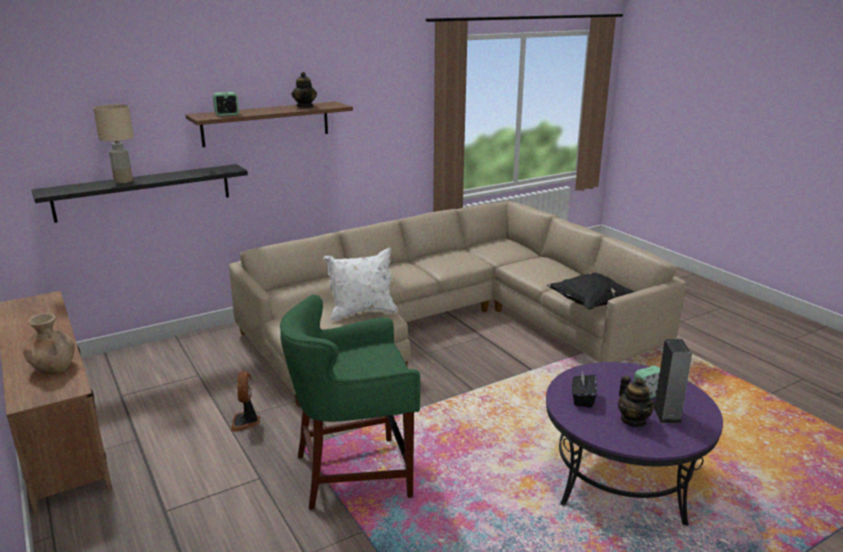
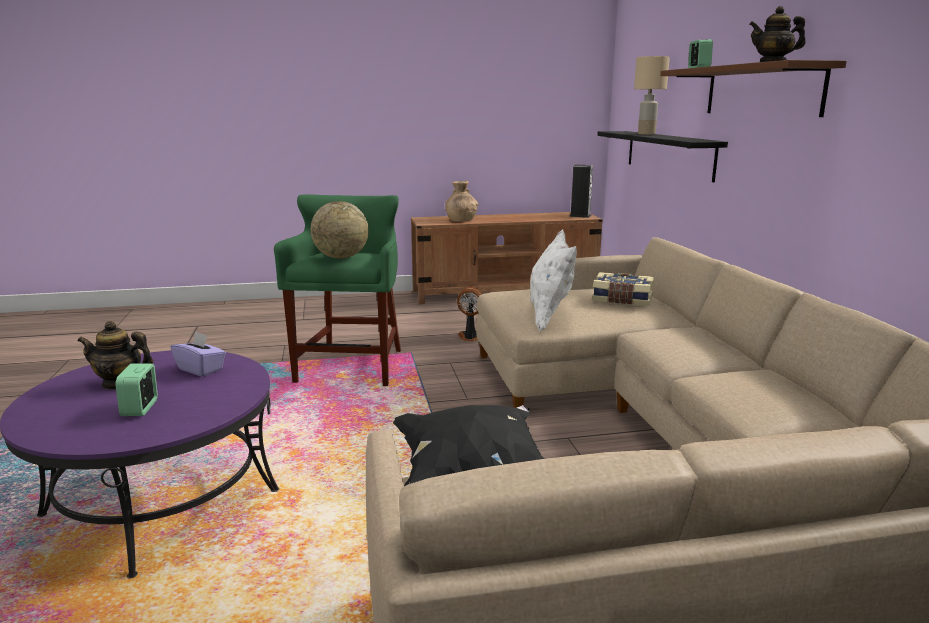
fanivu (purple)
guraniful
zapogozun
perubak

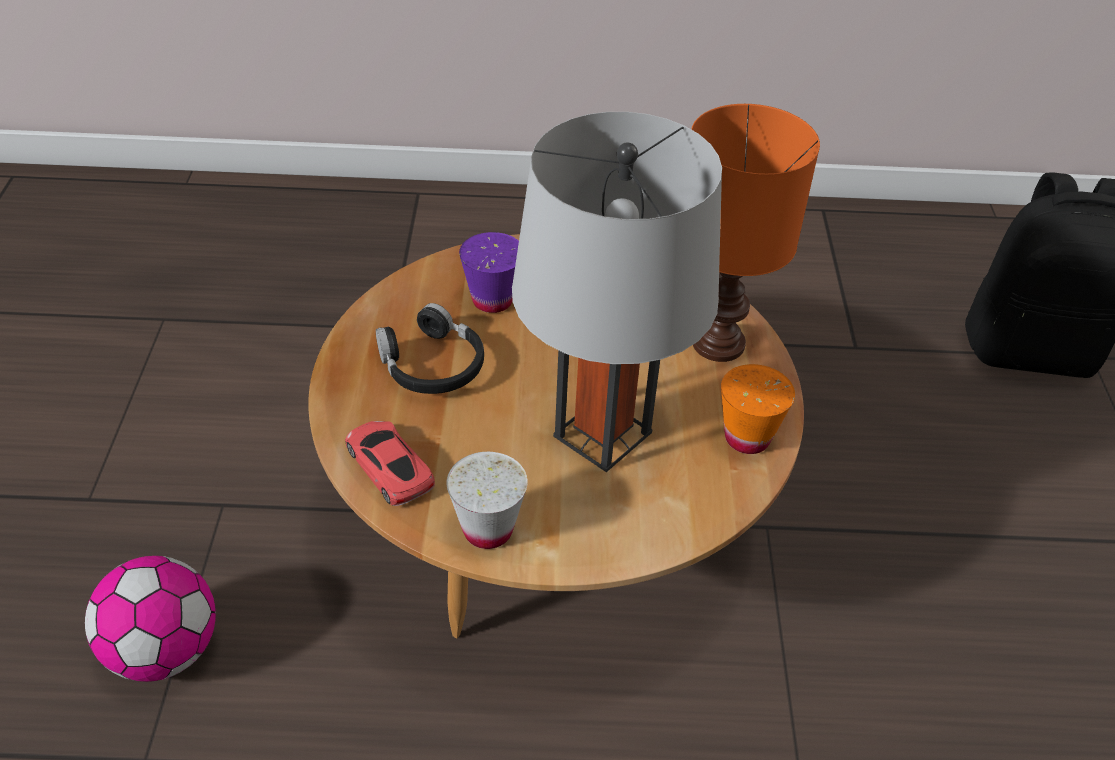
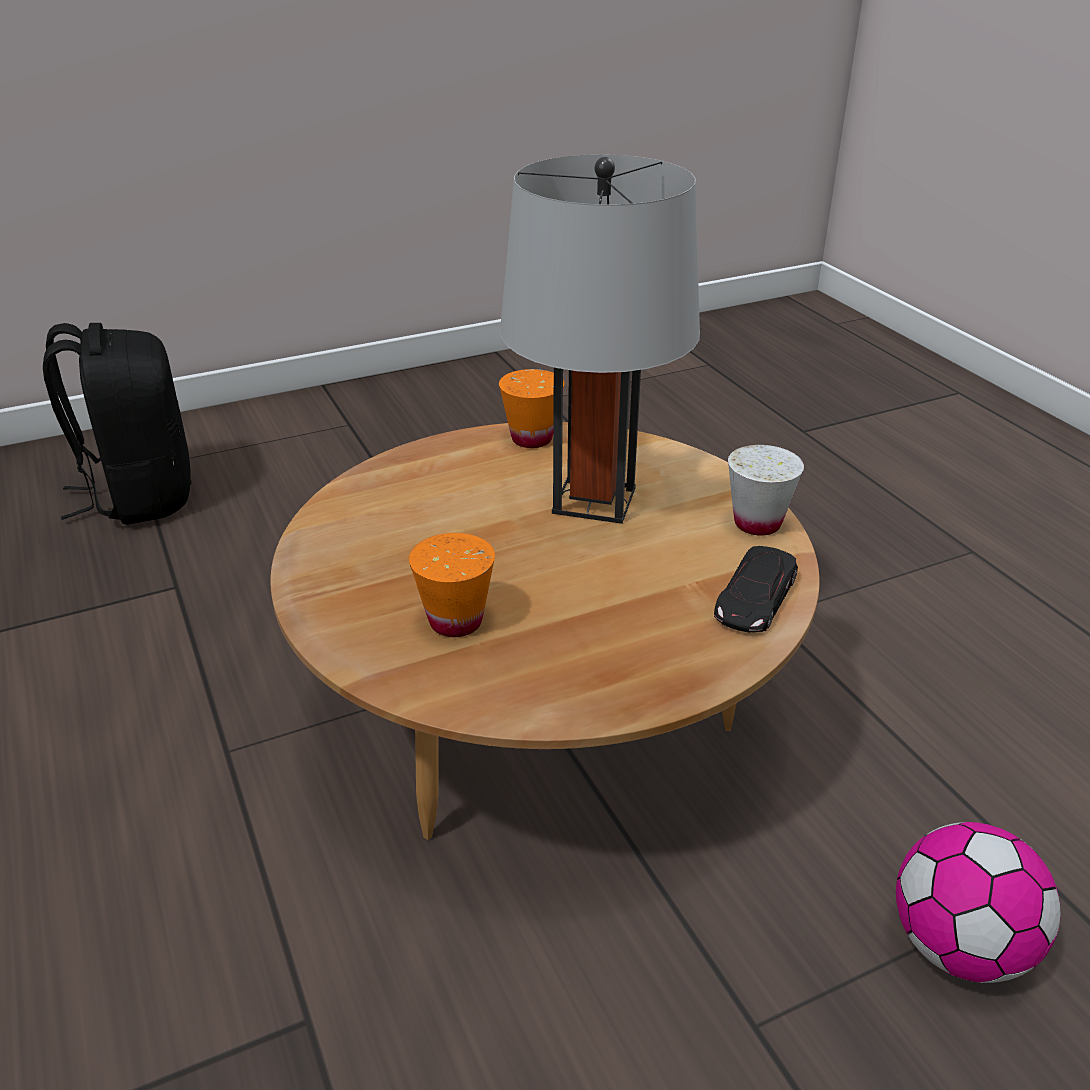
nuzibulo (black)
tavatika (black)
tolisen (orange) (1st from left)
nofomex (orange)

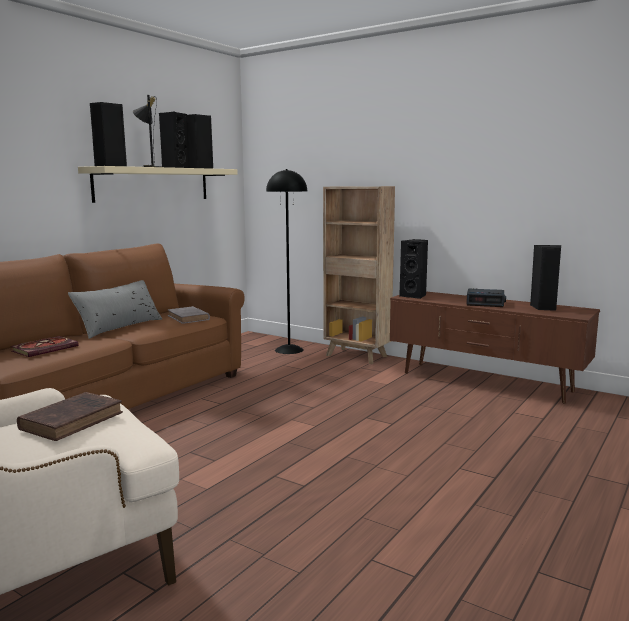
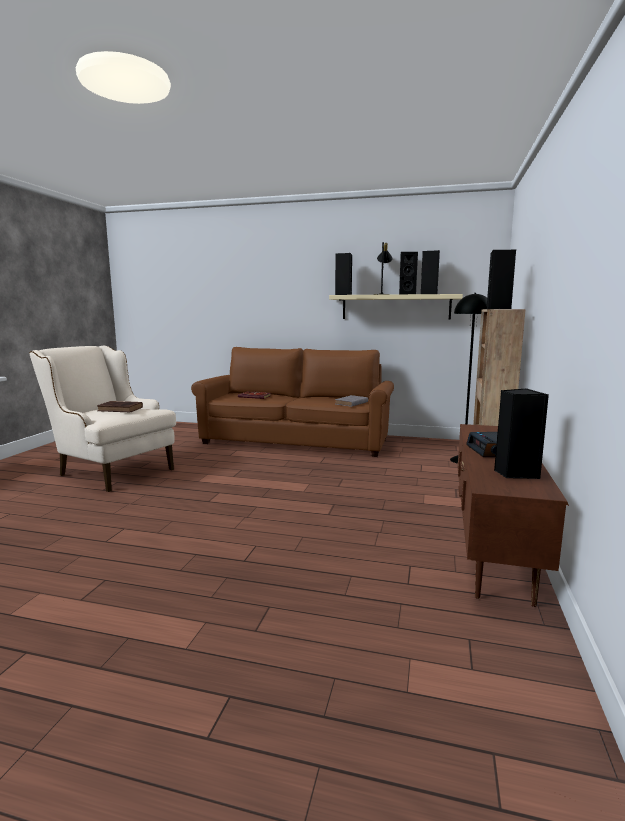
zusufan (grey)
guraniful (black) (4th from left)

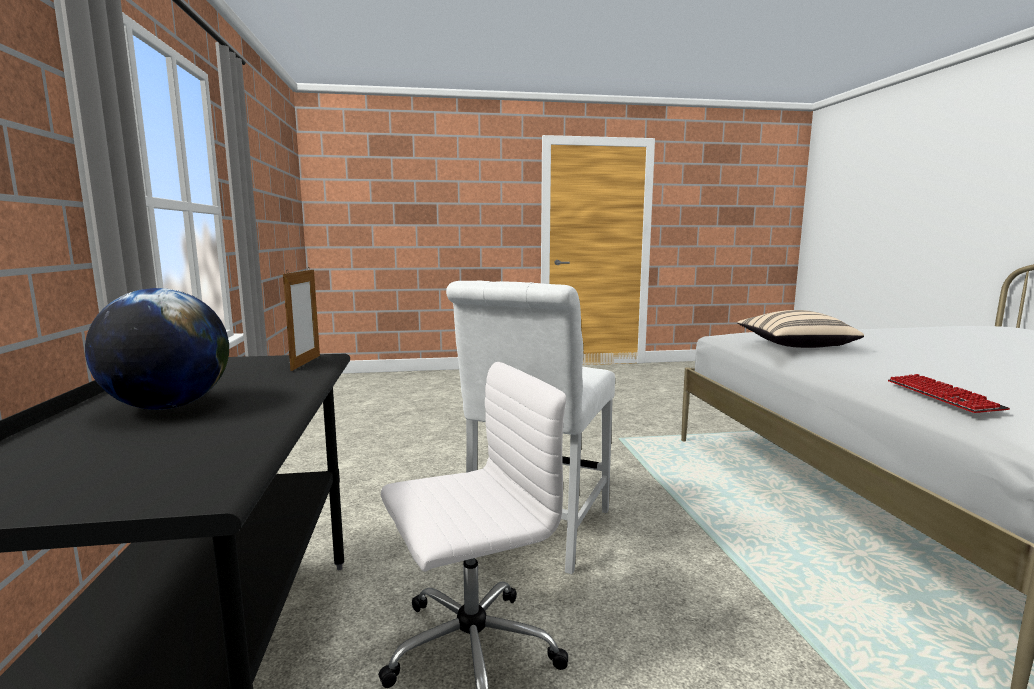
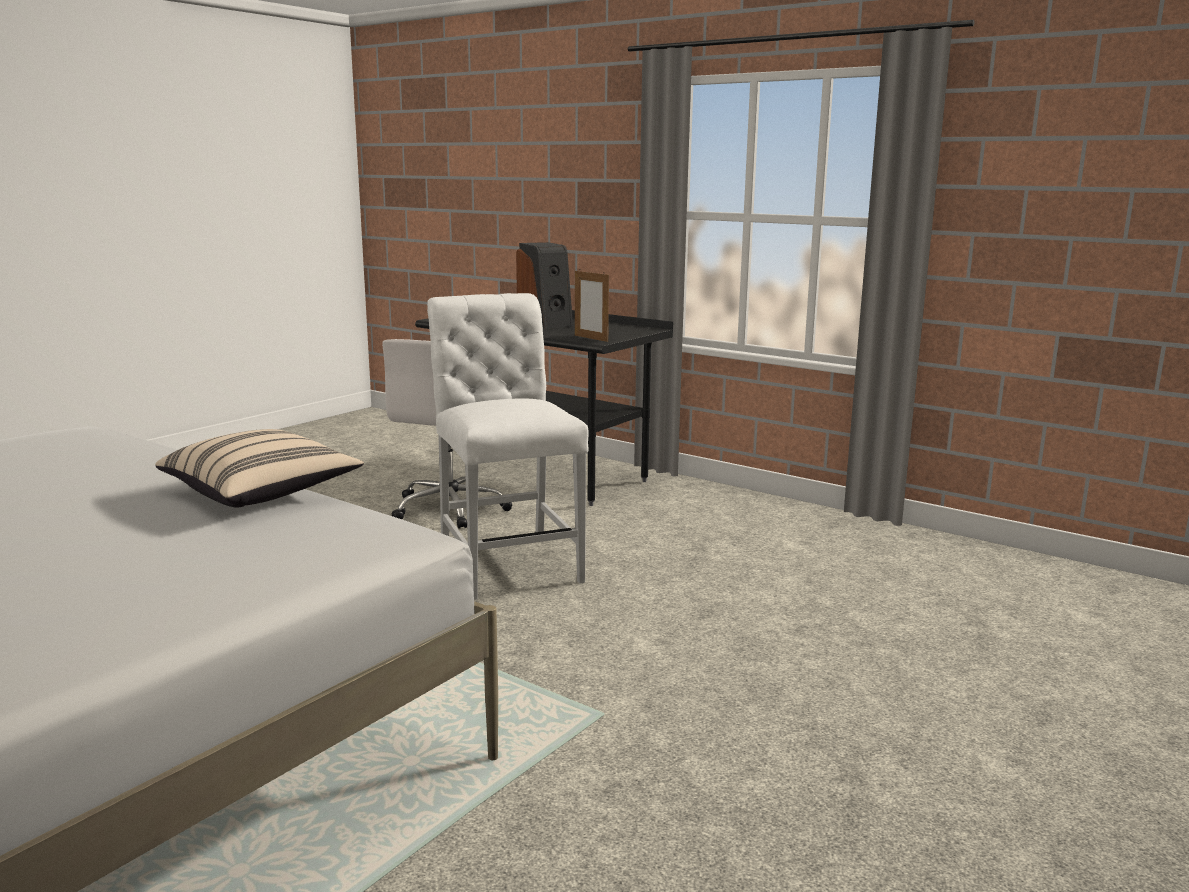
guraniful
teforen

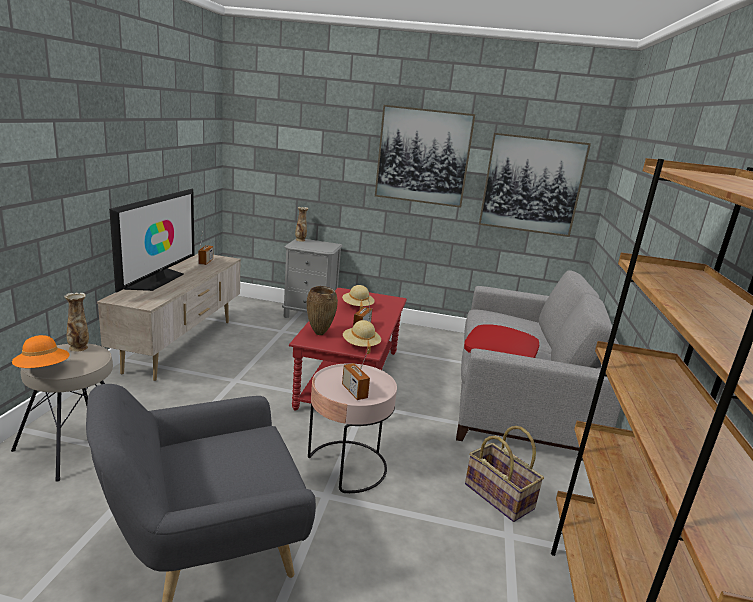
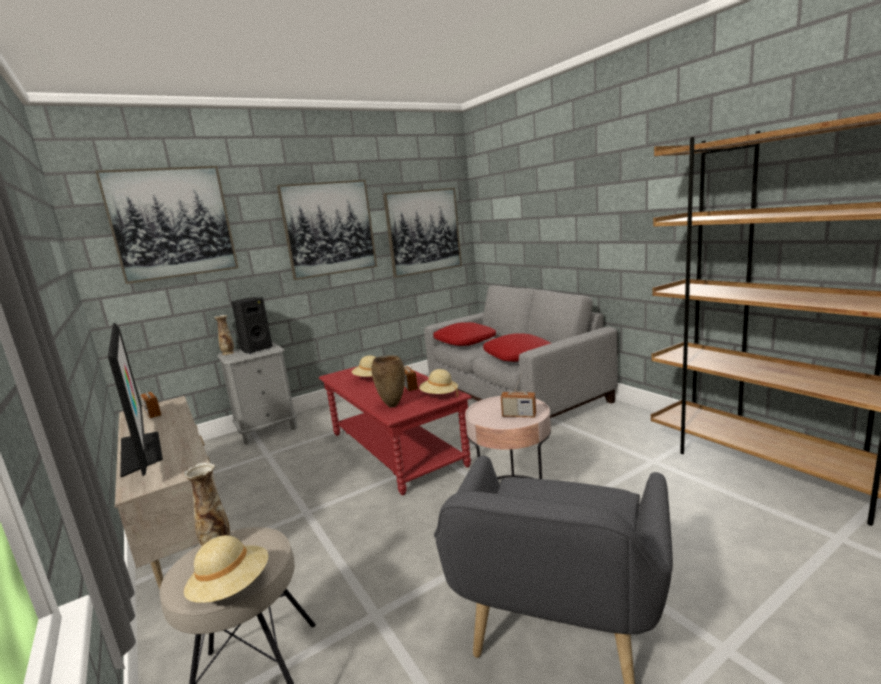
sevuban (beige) (1st from left)
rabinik
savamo (1st from left)
guraniful (black)
zusufan (red) (1st from left)

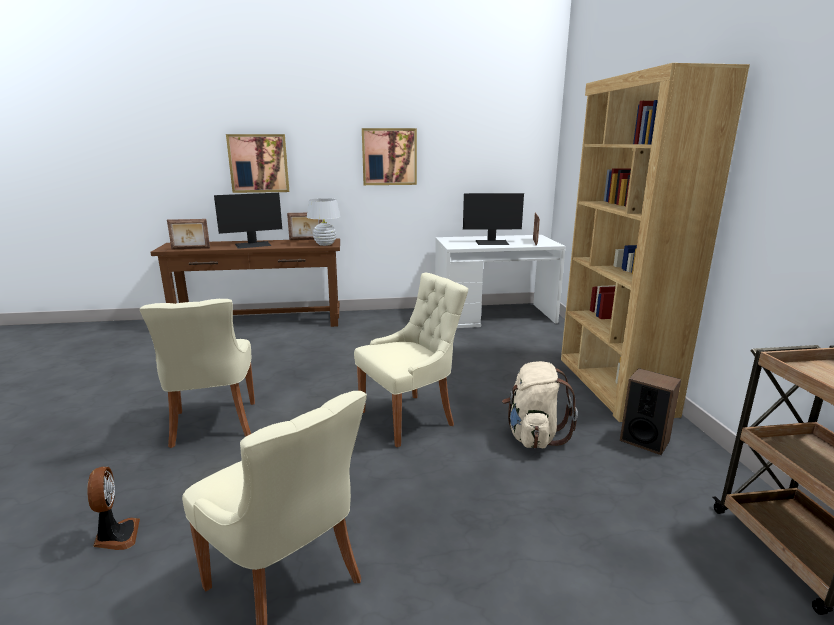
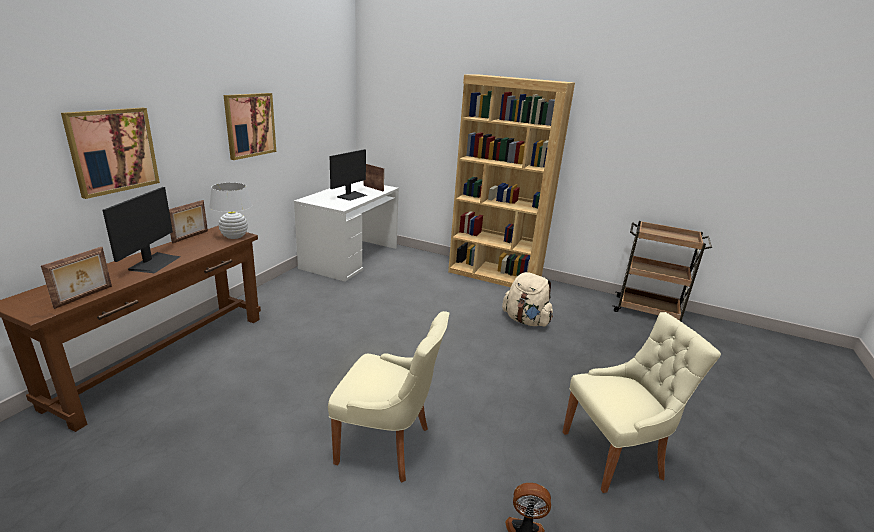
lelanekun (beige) (3rd from left in the first image)
guraniful

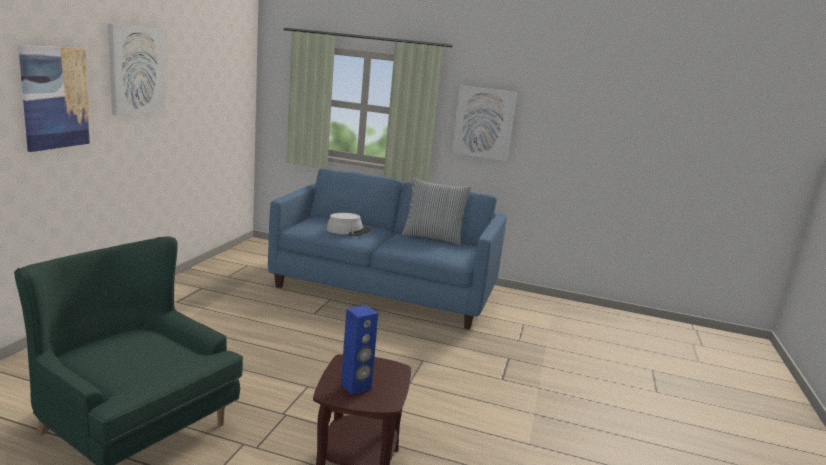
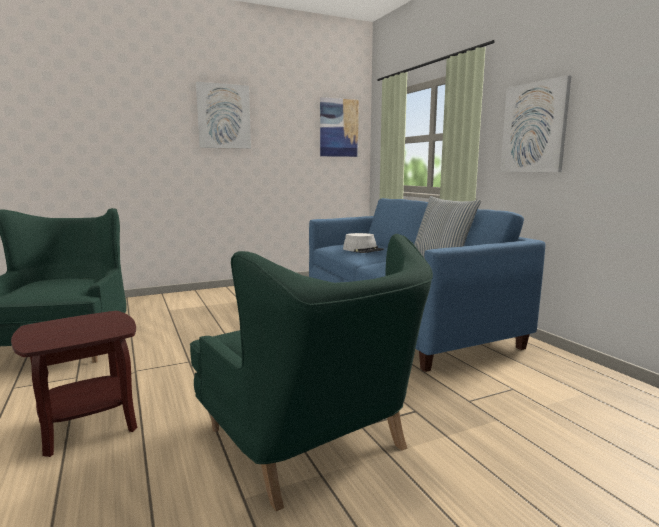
savamo (2nd from left)
guraniful (blue)
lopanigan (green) (2nd from left)

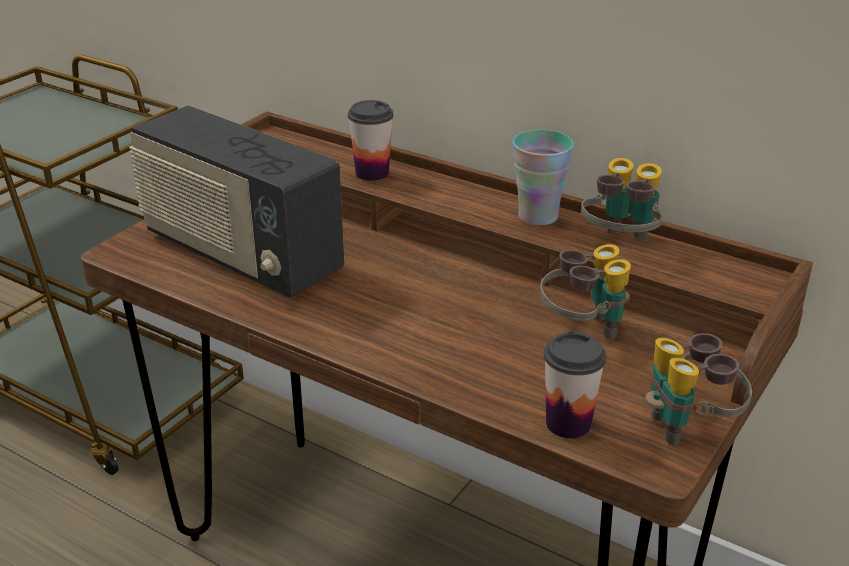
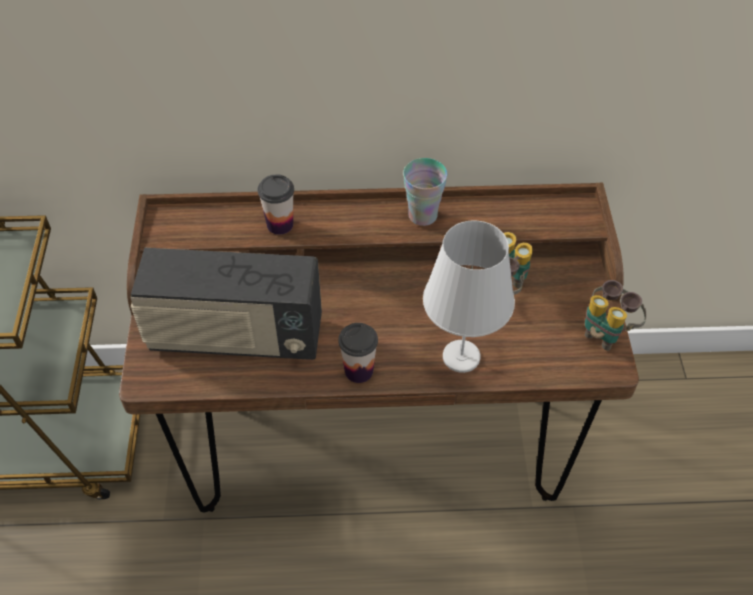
tolisen (2nd from left)
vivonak (2nd from left in the first image)
nofomex (white)

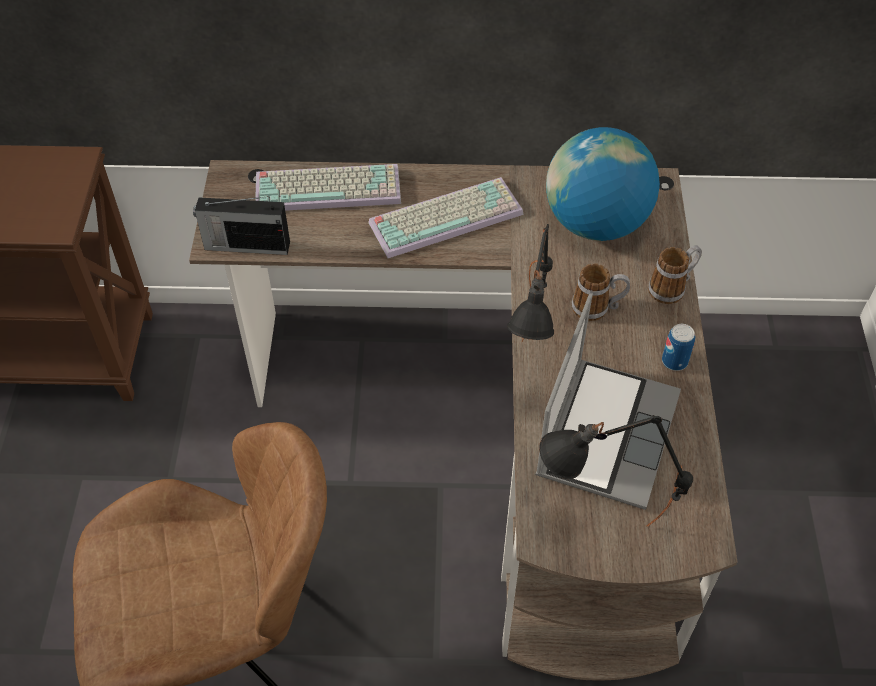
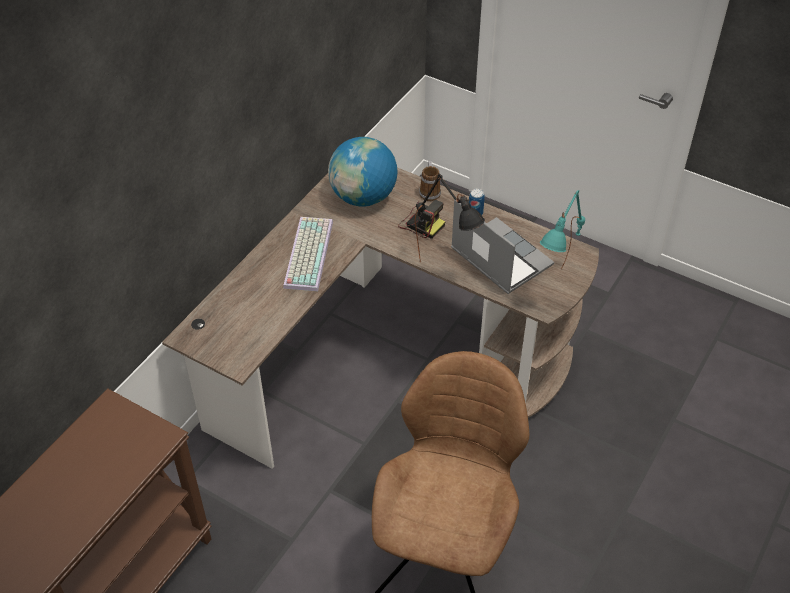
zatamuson
teforen (1st from left in the first image)
nofomex (turquoise)
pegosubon

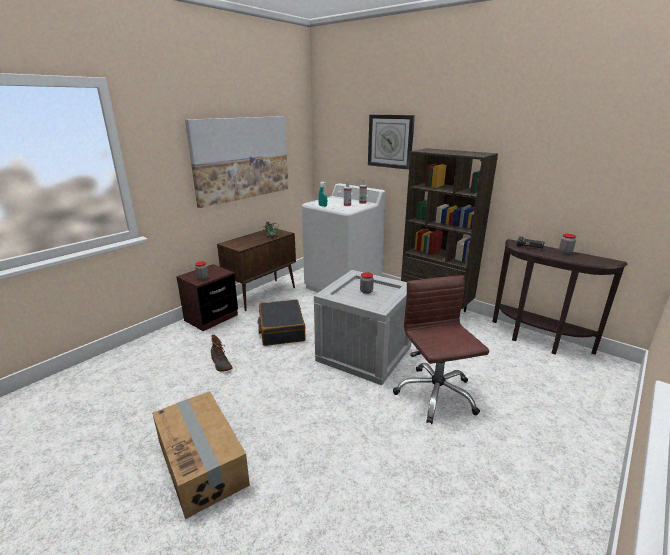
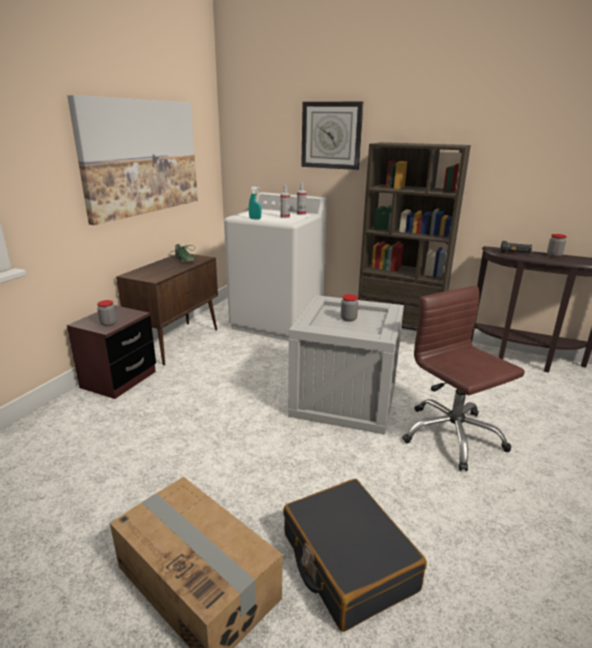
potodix
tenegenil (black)

